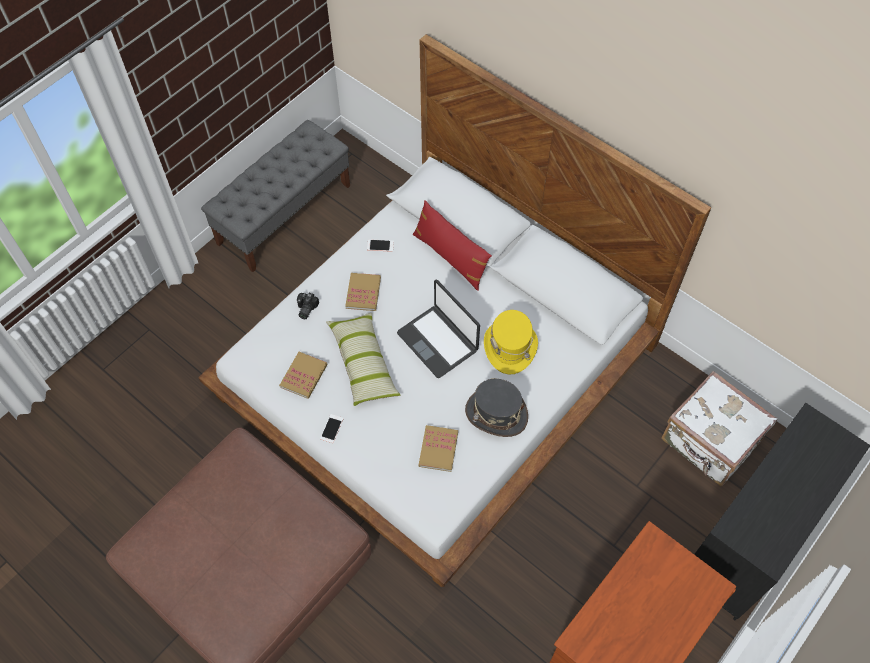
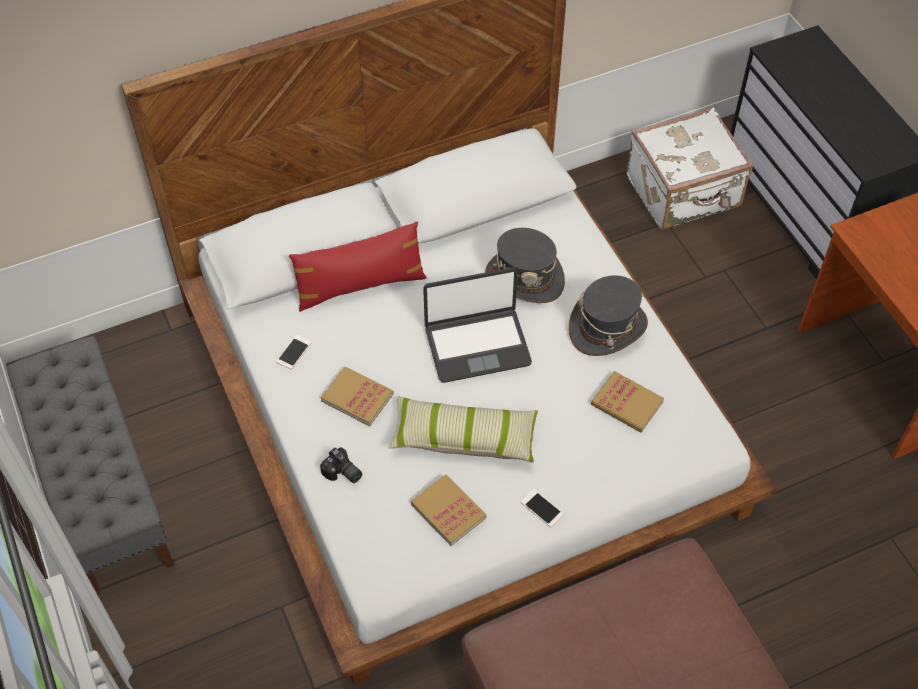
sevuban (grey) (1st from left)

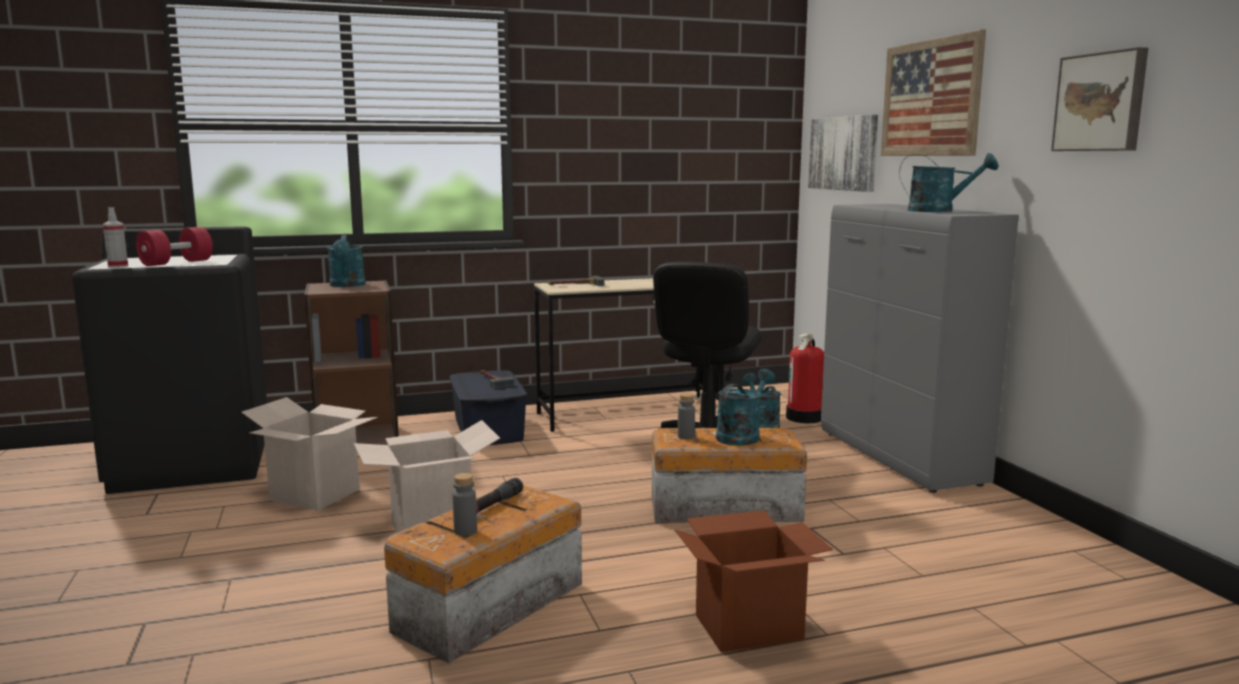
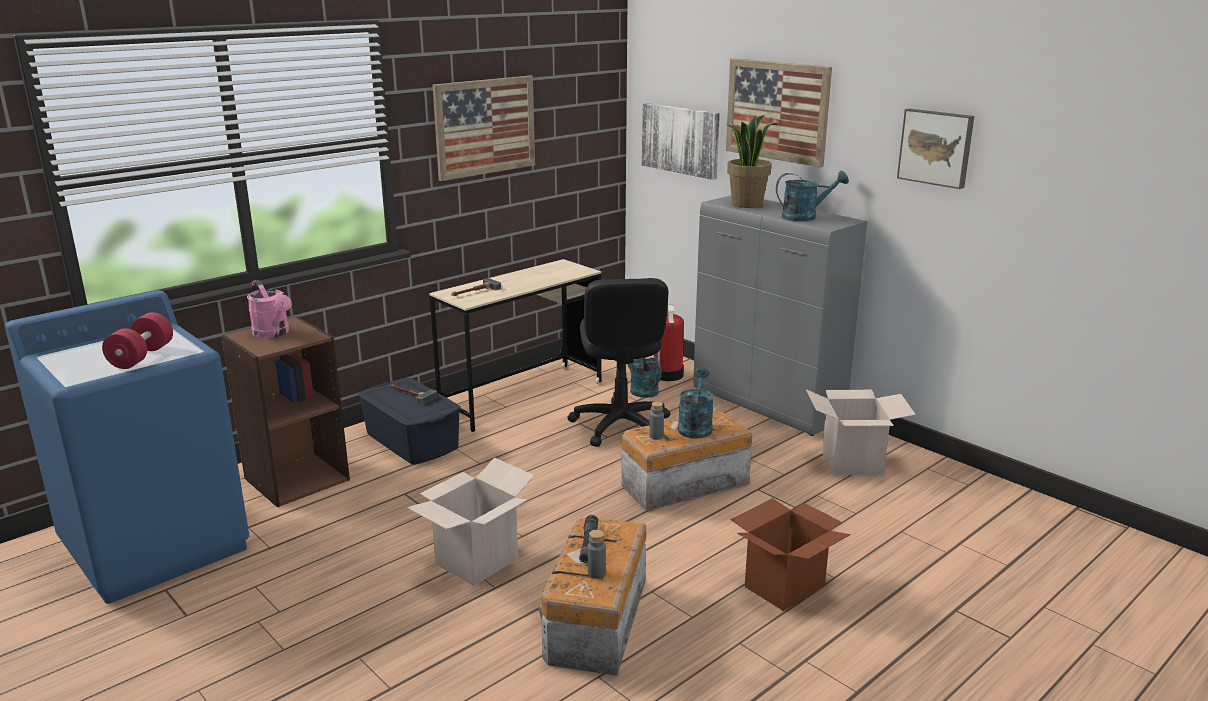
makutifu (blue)
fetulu
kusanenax (3rd from left)
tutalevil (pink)
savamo (1st from left)
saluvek

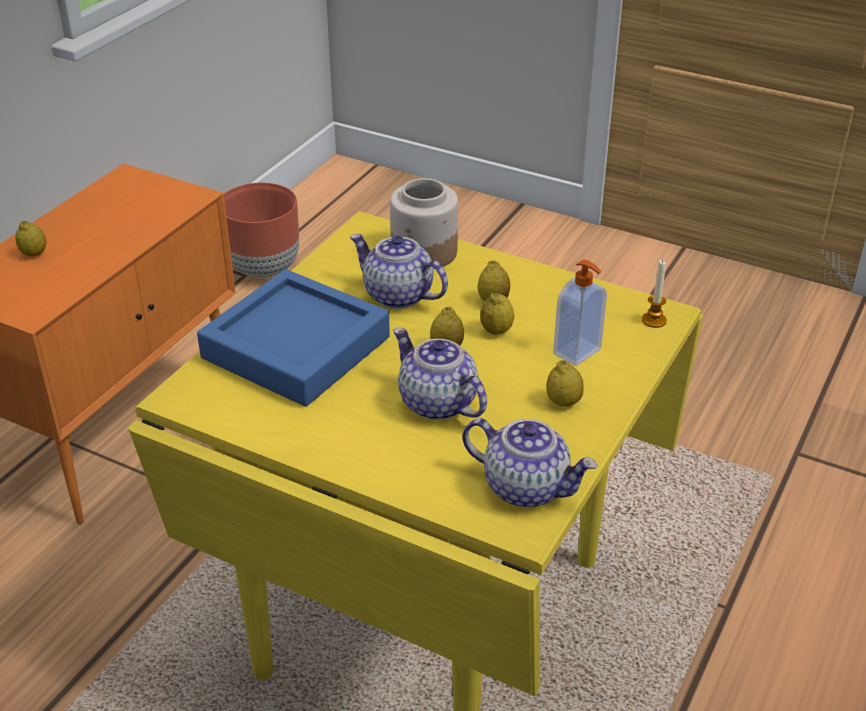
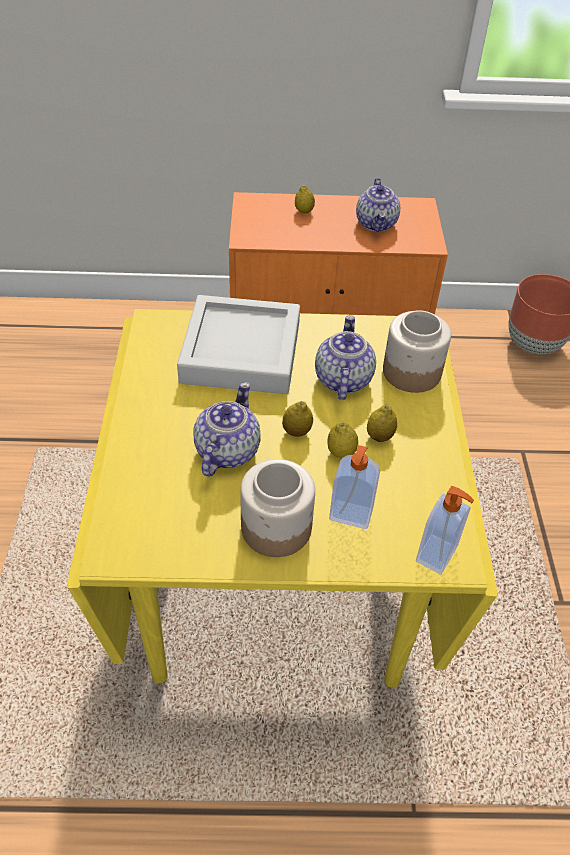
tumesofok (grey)
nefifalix (3rd from left)
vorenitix (1st from left)
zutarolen (2nd from left)

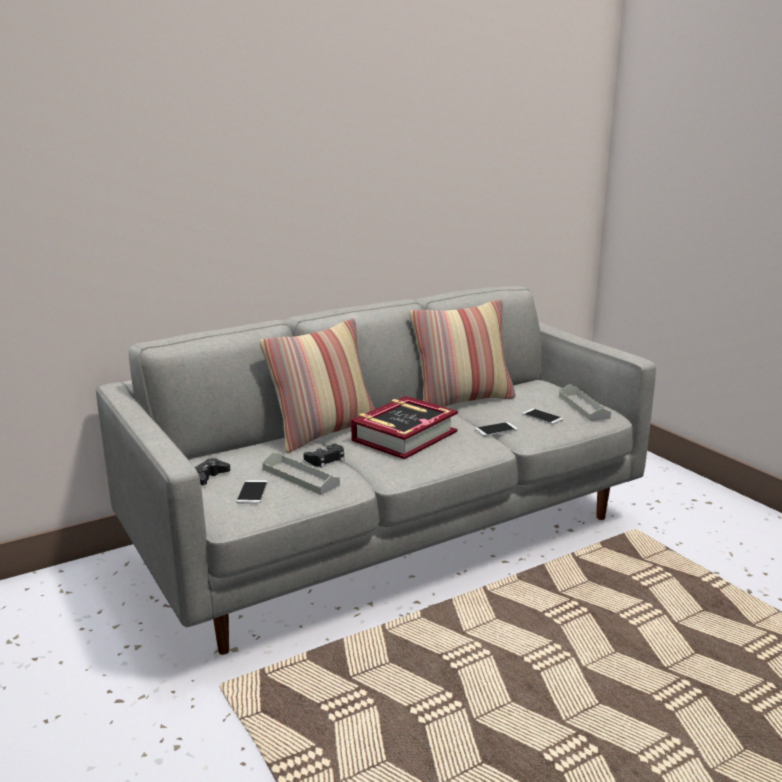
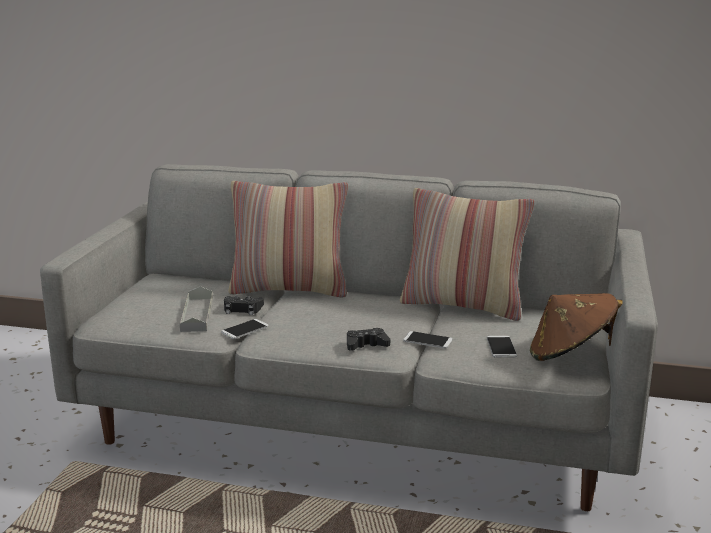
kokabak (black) (2nd from left)
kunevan (1st from left)
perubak
sevuban (brown)

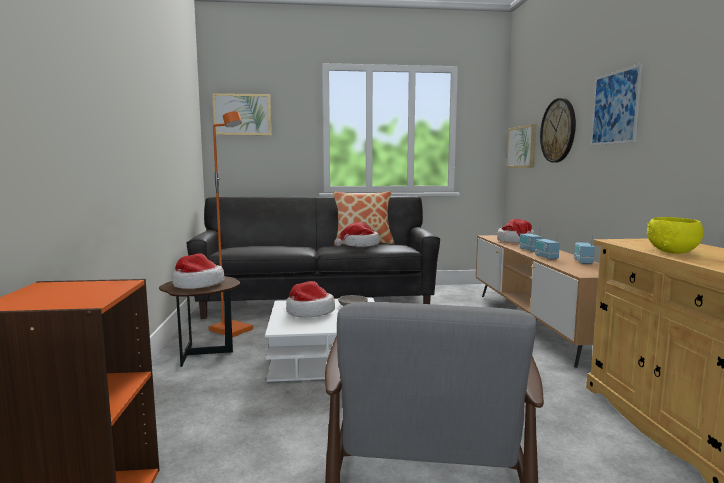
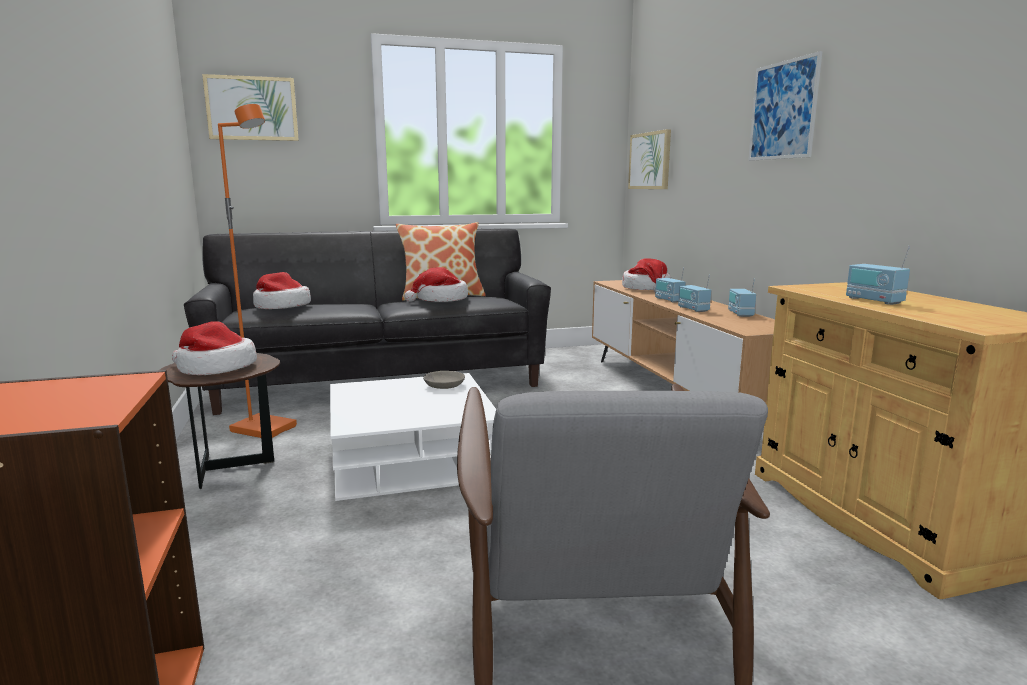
sevuban (2nd from left)
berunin
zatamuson (4th from left)

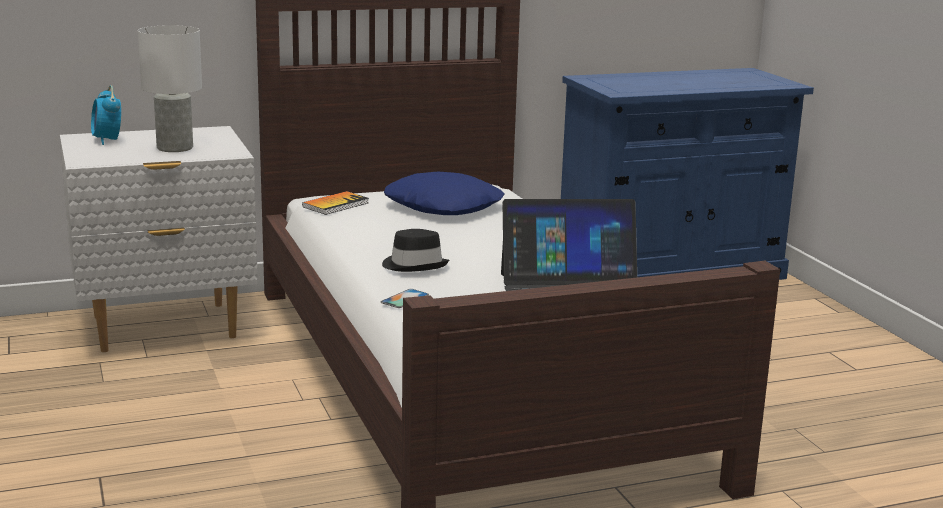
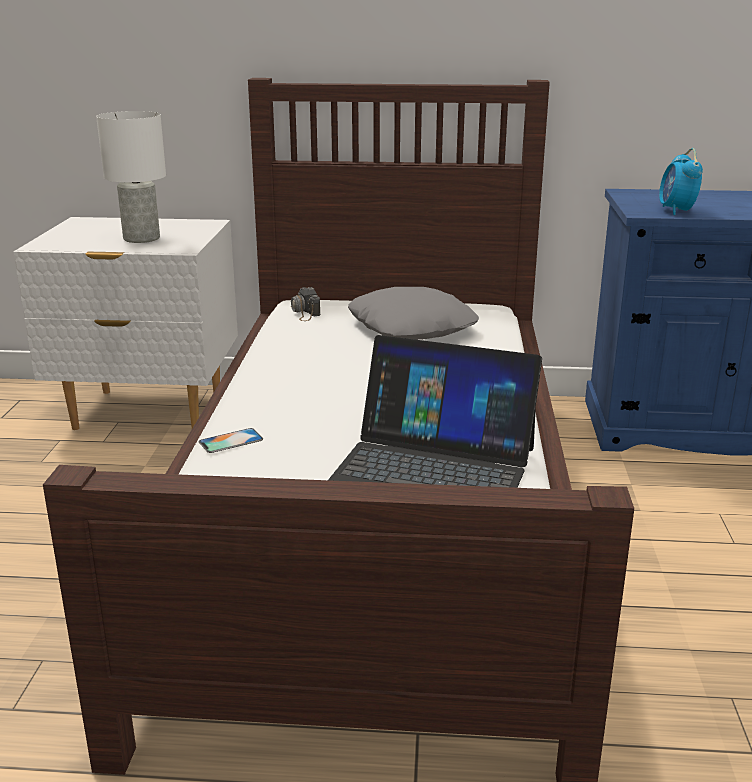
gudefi
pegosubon
sevuban (black)
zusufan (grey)

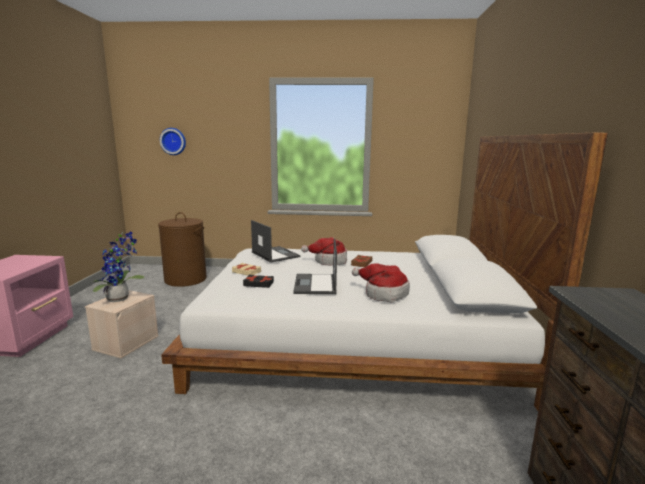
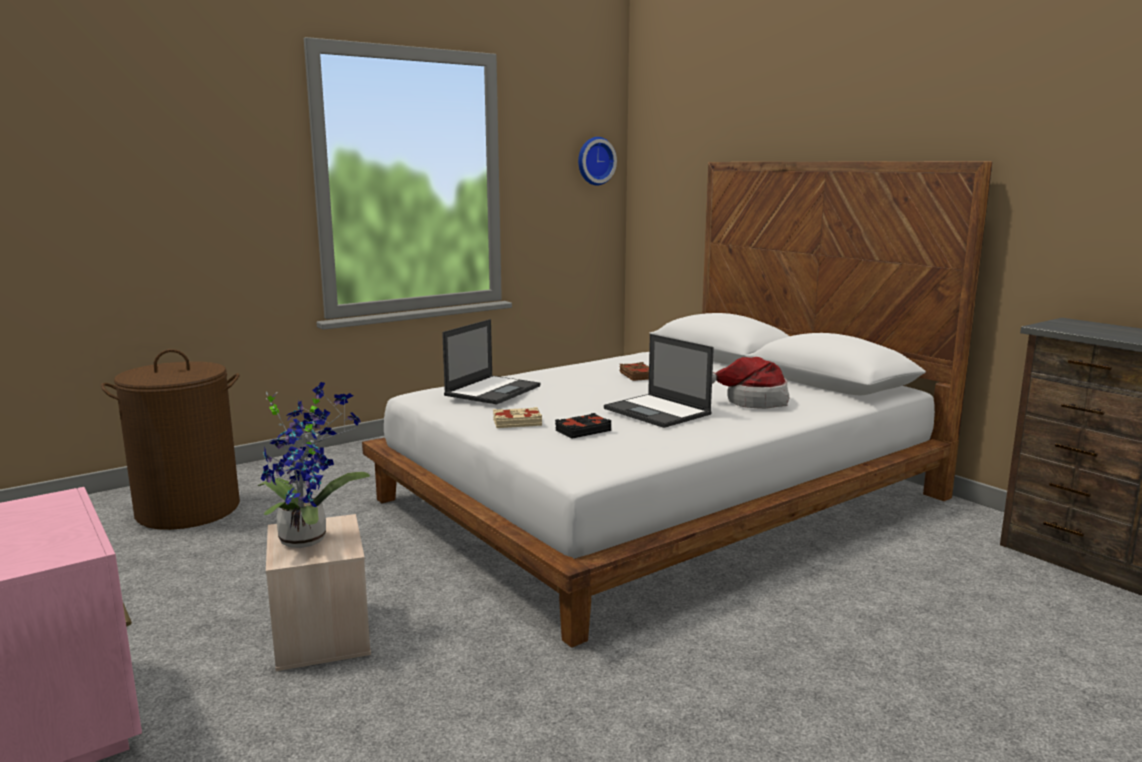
berunin
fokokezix (1st from left)
sevuban (1st from left in the first image)

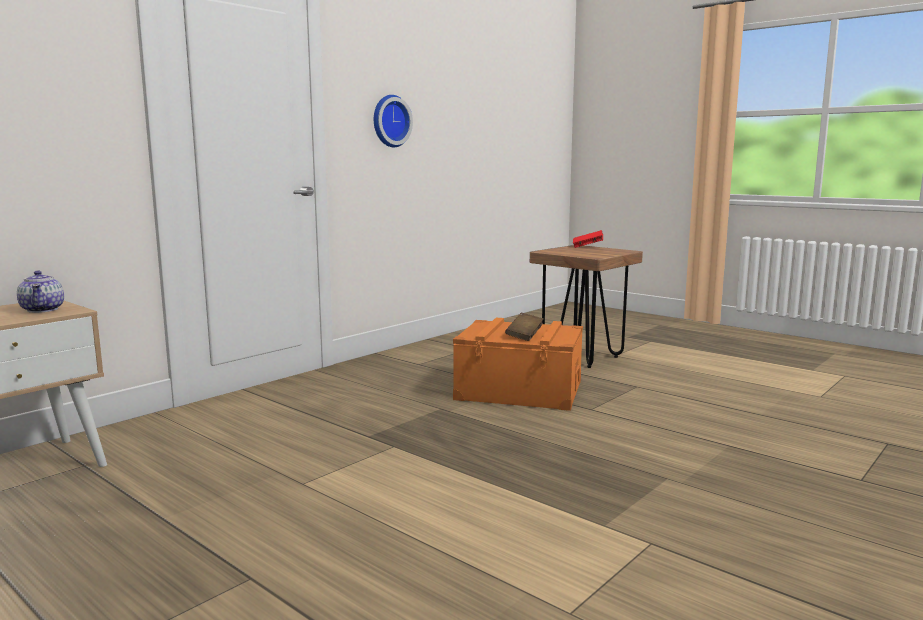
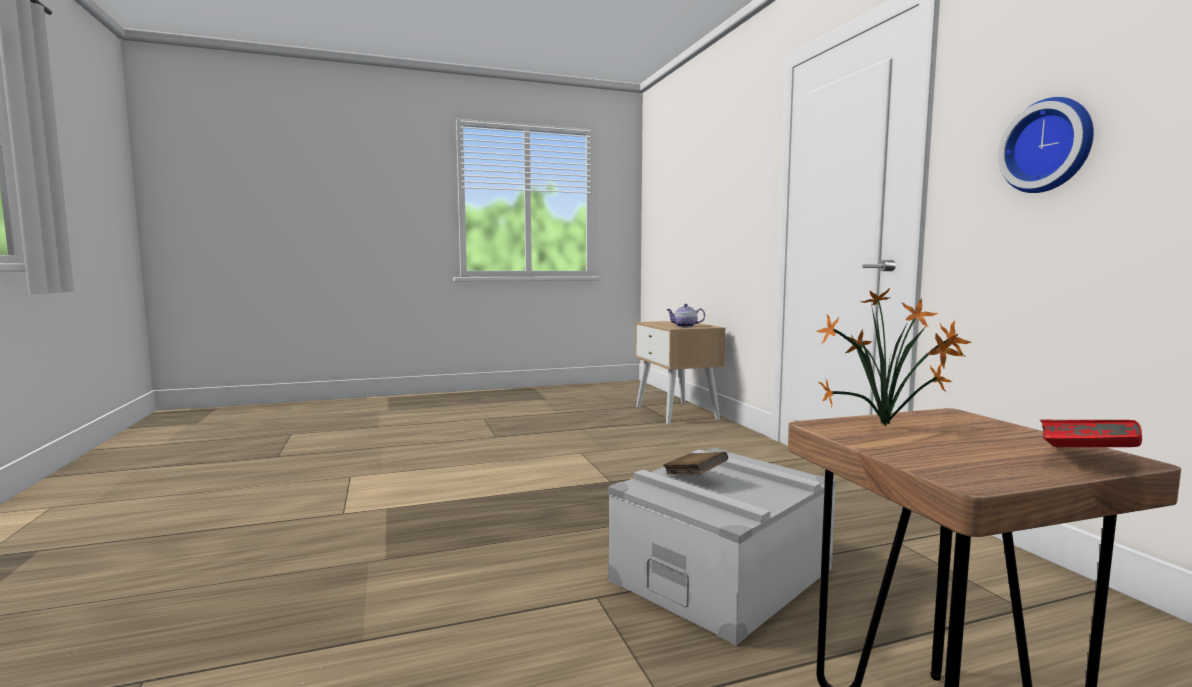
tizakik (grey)
saluvek

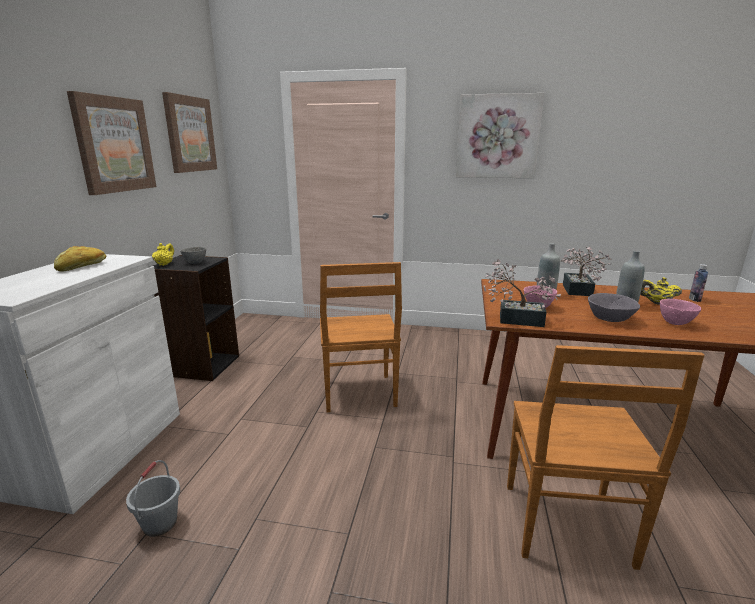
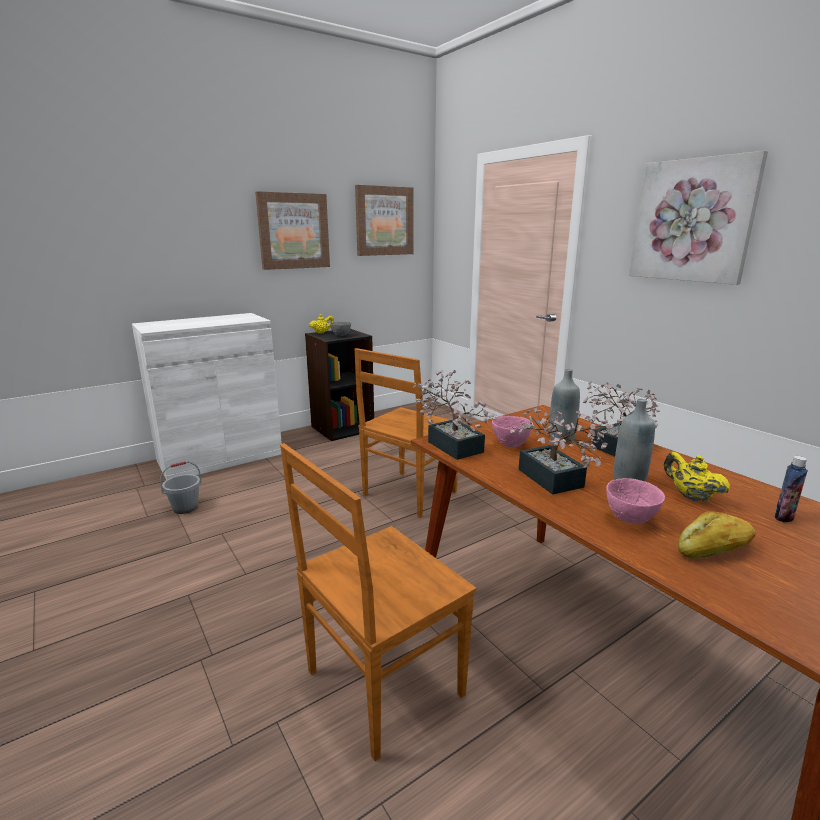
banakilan
saluvek (2nd from left)

